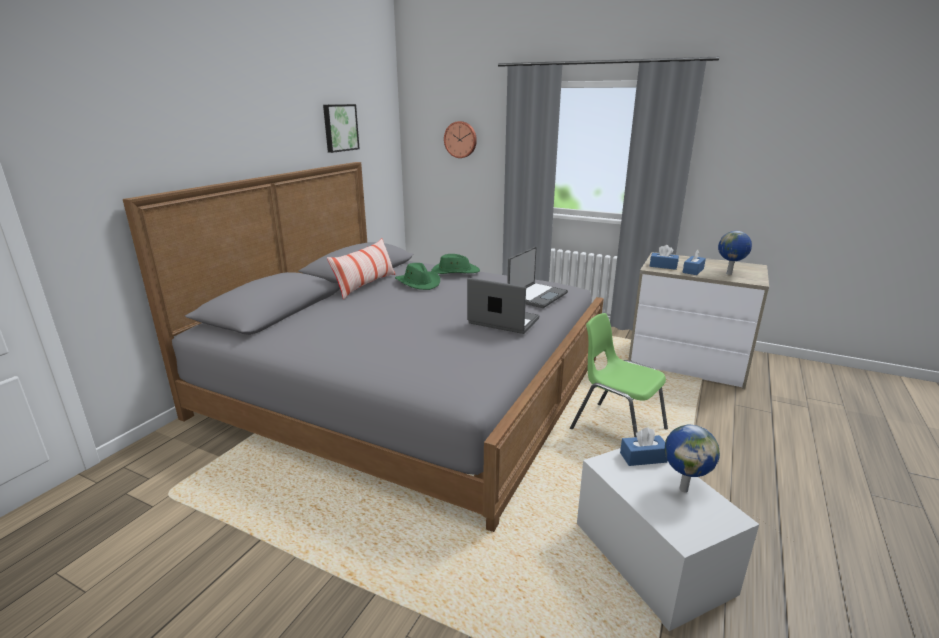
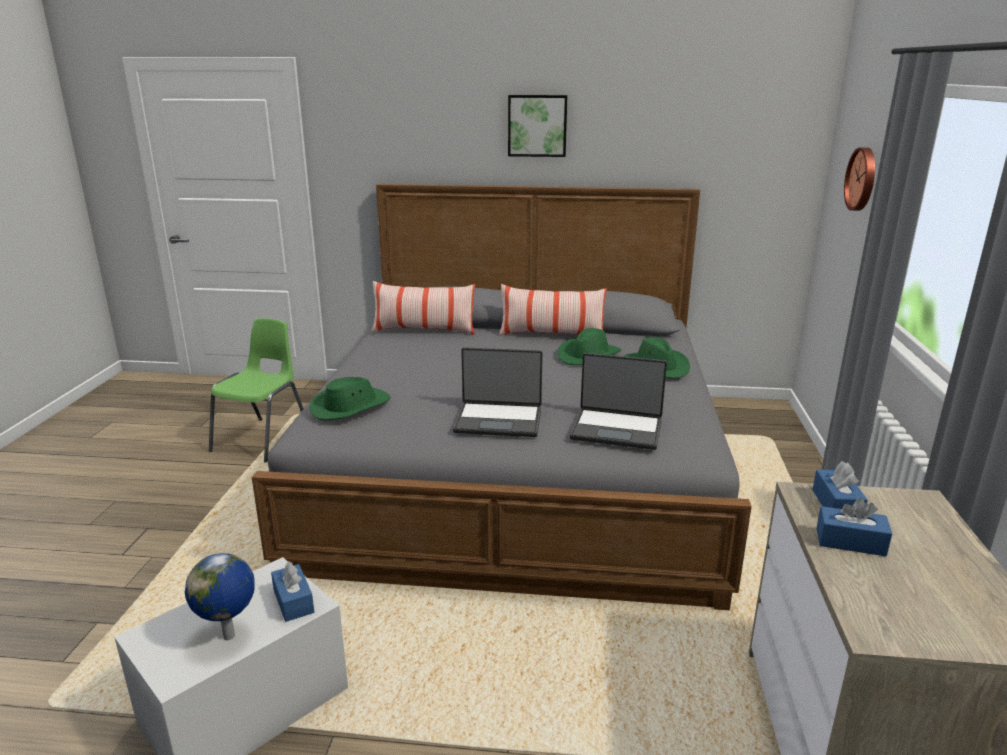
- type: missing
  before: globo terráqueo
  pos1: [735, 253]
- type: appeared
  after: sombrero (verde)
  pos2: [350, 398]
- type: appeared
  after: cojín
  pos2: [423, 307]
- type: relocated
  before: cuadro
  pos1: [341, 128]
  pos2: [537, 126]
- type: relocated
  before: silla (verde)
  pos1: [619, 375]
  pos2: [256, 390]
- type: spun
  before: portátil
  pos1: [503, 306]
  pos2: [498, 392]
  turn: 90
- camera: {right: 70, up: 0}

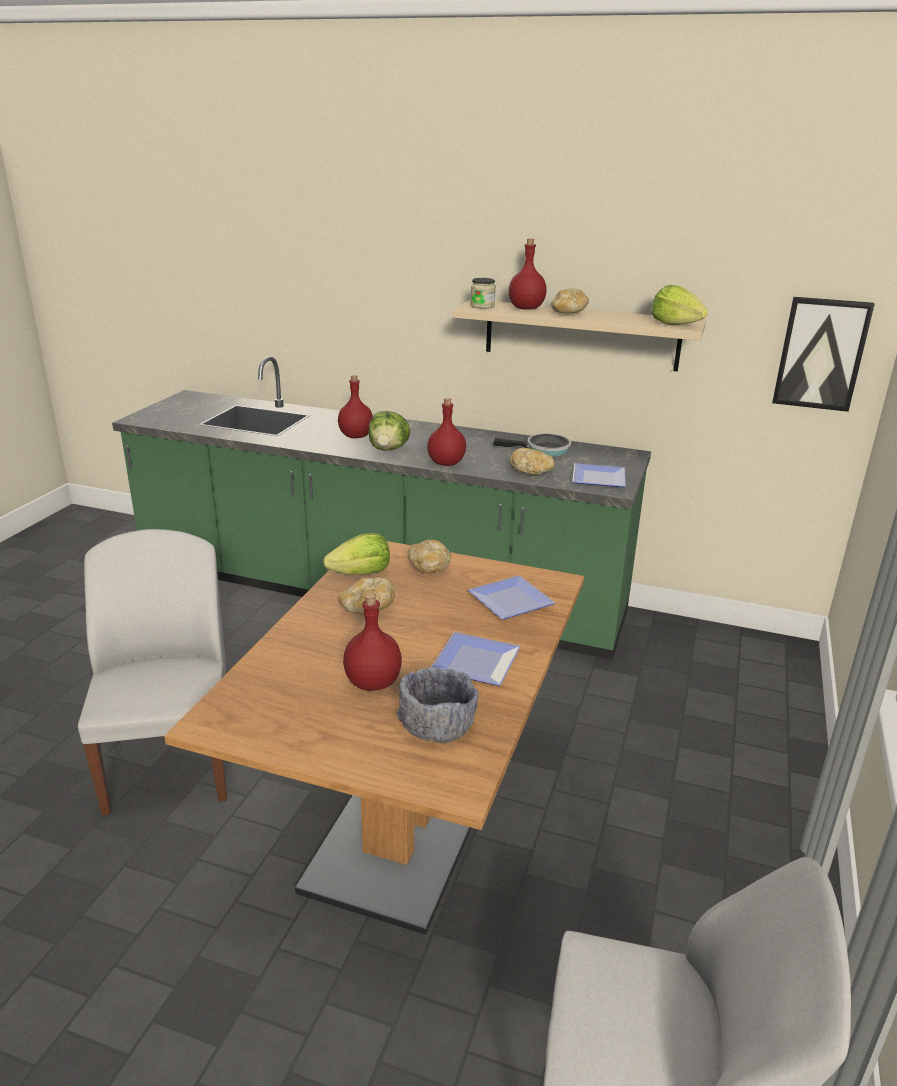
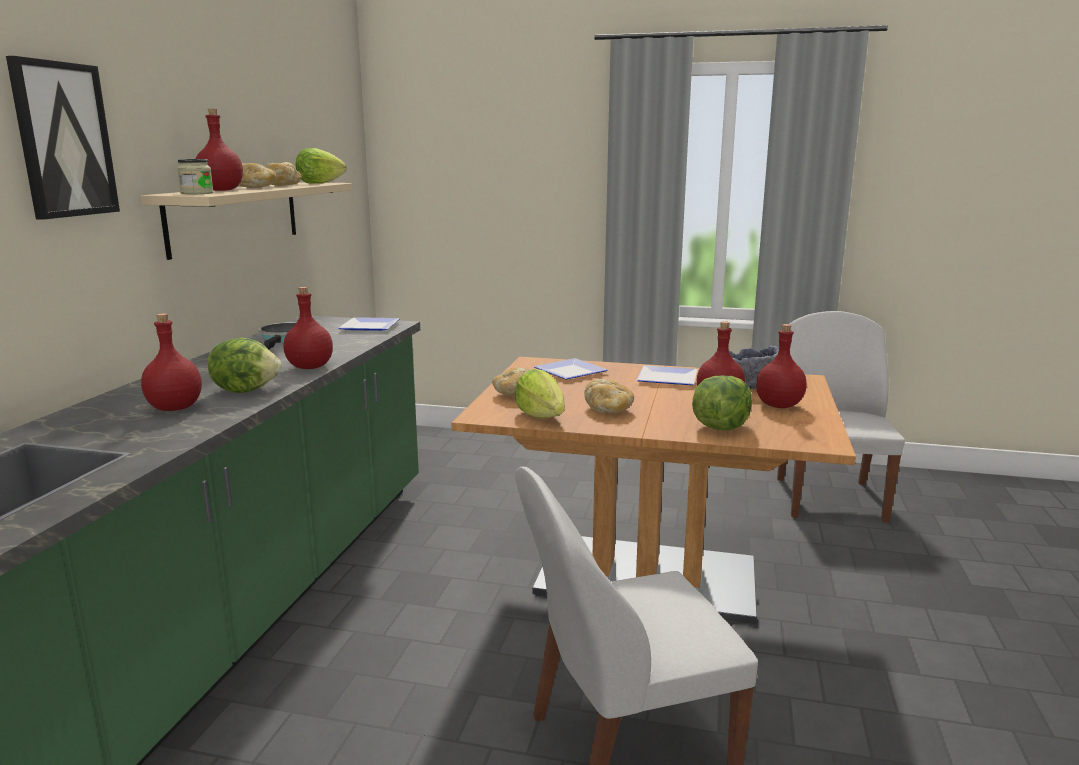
- type: appeared
  after: lechuga
  pos2: [722, 403]
- type: appeared
  after: botella (rojo)
  pos2: [781, 366]
- type: relocated
  before: pan
  pos1: [532, 461]
  pos2: [283, 174]
- type: relocated
  before: cuadro
  pos1: [823, 354]
  pos2: [63, 138]
- camera: {right: -95, up: -10}

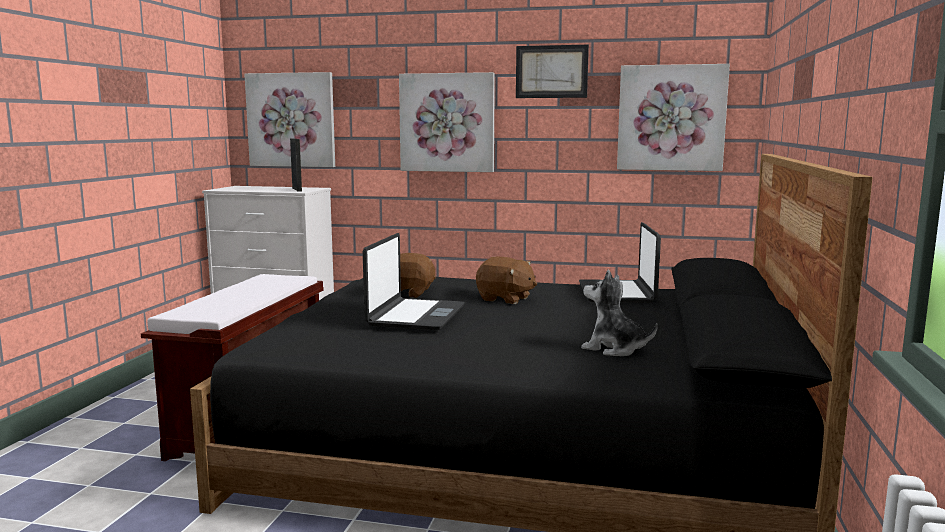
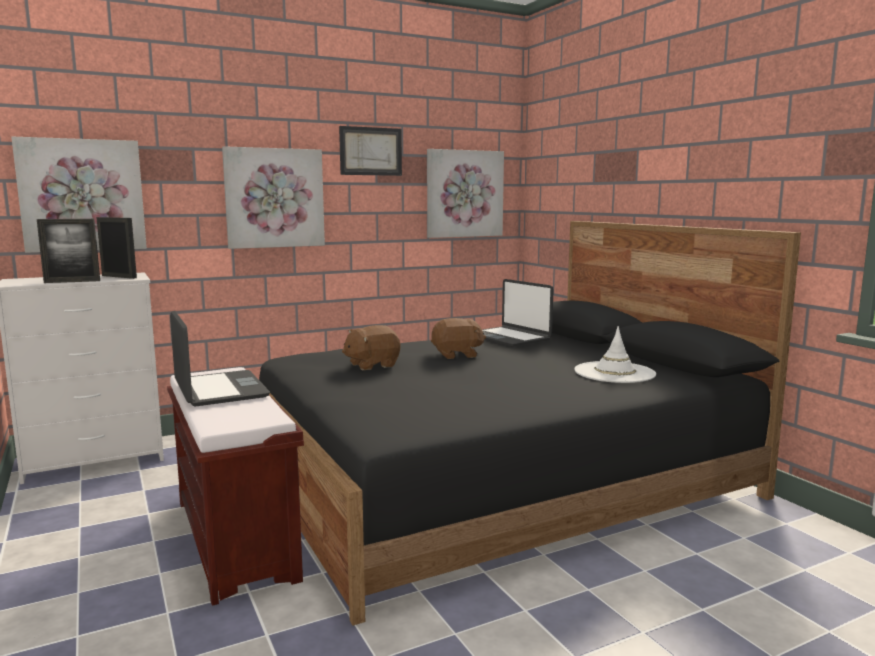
- type: appeared
  after: portarretratos
  pos2: [68, 251]
- type: relocated
  before: portátil
  pos1: [414, 281]
  pos2: [220, 359]
- type: exchanged
  before: peluche
  after: sombrero (blanco)
  pos1: [619, 313]
  pos2: [615, 354]
- camera: {right: -40, up: 0}

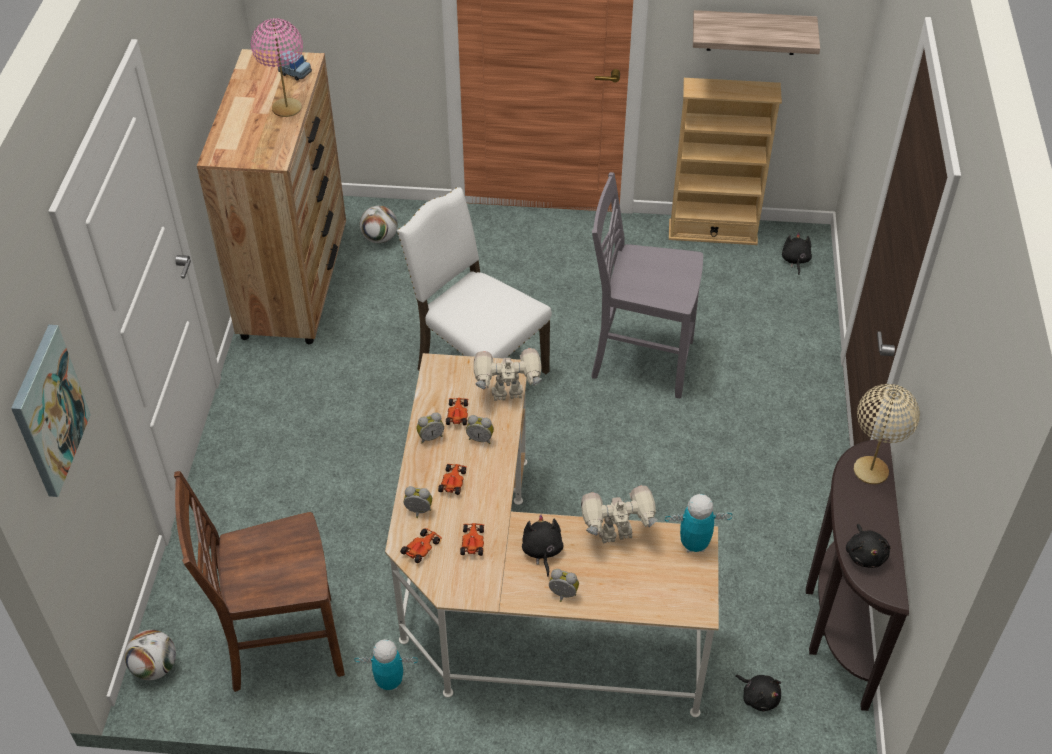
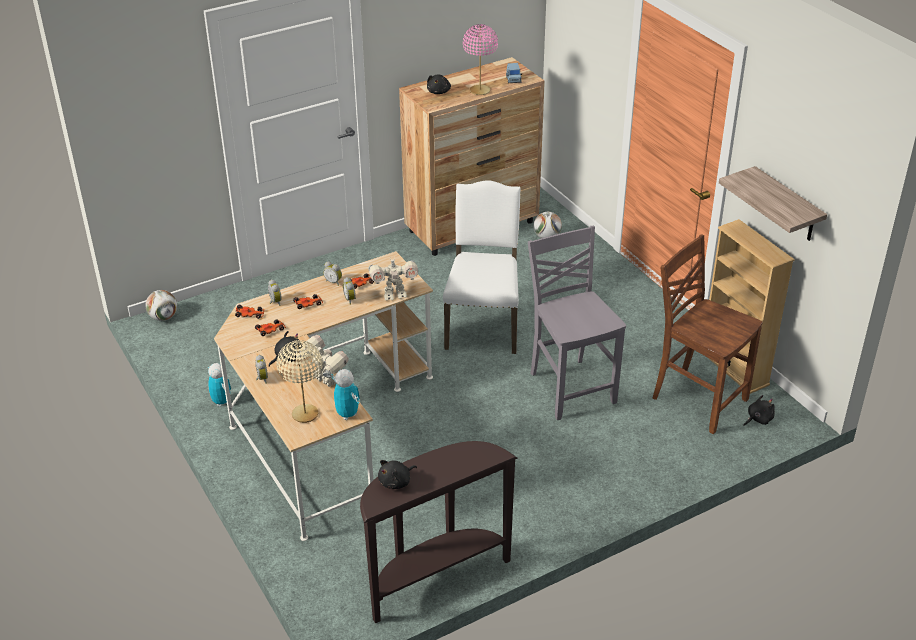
- type: missing
  before: cuadro
  pos1: [51, 411]
- type: relocated
  before: silla (marrón)
  pos1: [259, 581]
  pos2: [707, 334]
- type: relocated
  before: peluche (negro)
  pos1: [758, 693]
  pos2: [439, 84]
- type: relocated
  before: lámpara de mesa (beis)
  pos1: [887, 434]
  pos2: [299, 381]
- type: spun
  before: robot de juguete
  pos1: [508, 374]
  pos2: [393, 278]
  turn: 120
- camera: {right: 55, up: -10}

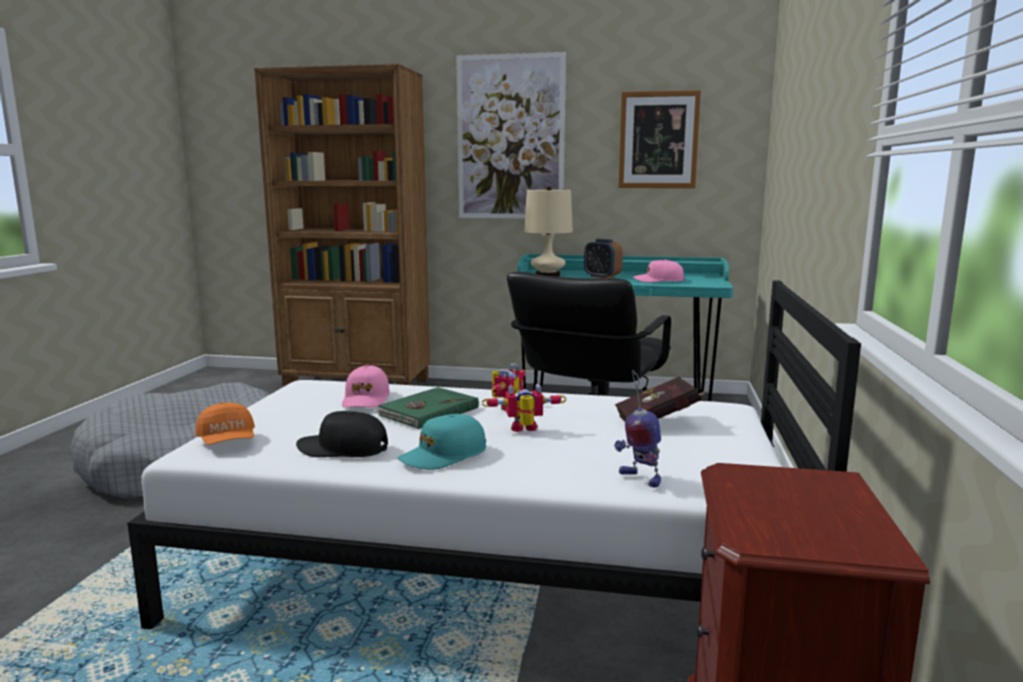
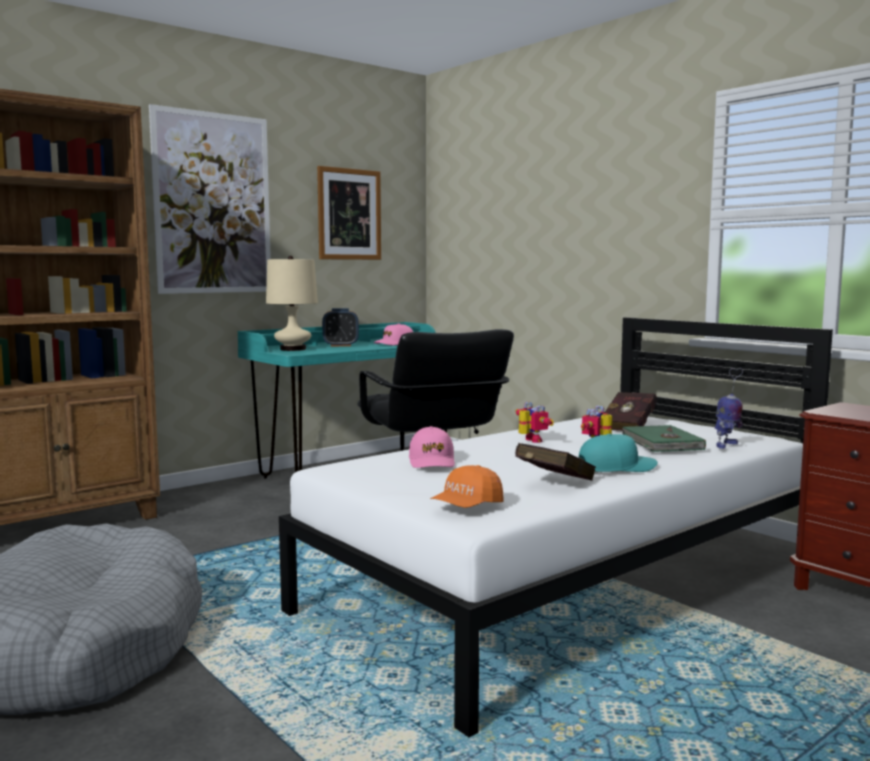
- type: relocated
  before: libro (verde)
  pos1: [426, 408]
  pos2: [664, 438]
- type: exchanged
  before: gorra (negro)
  after: libro (rojo)
  pos1: [342, 434]
  pos2: [555, 462]
- type: spun
  before: gorra (naranja)
  pos1: [225, 423]
  pos2: [466, 486]
  turn: 120
- type: spun
  before: gorra (rosa)
  pos1: [366, 386]
  pos2: [432, 447]
  turn: 45
- type: spun
  before: gorra (turquesa)
  pos1: [441, 442]
  pos2: [618, 453]
  turn: -105
- type: spun
  before: robot de juguete
  pos1: [637, 428]
  pos2: [729, 408]
  turn: -45
- camera: {right: -50, up: -5}

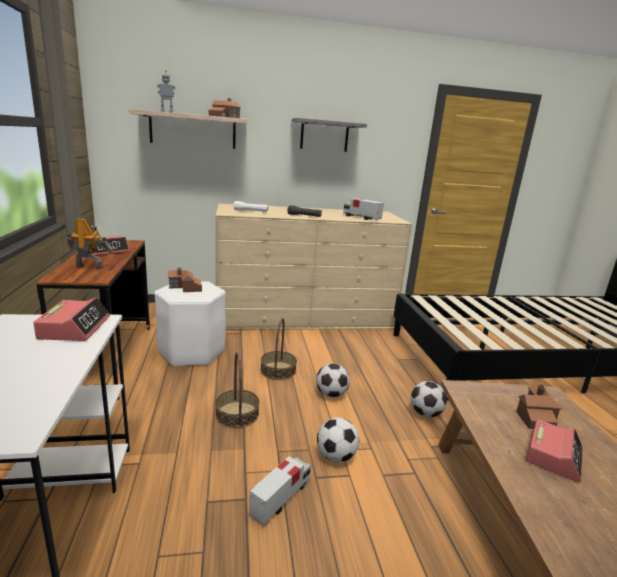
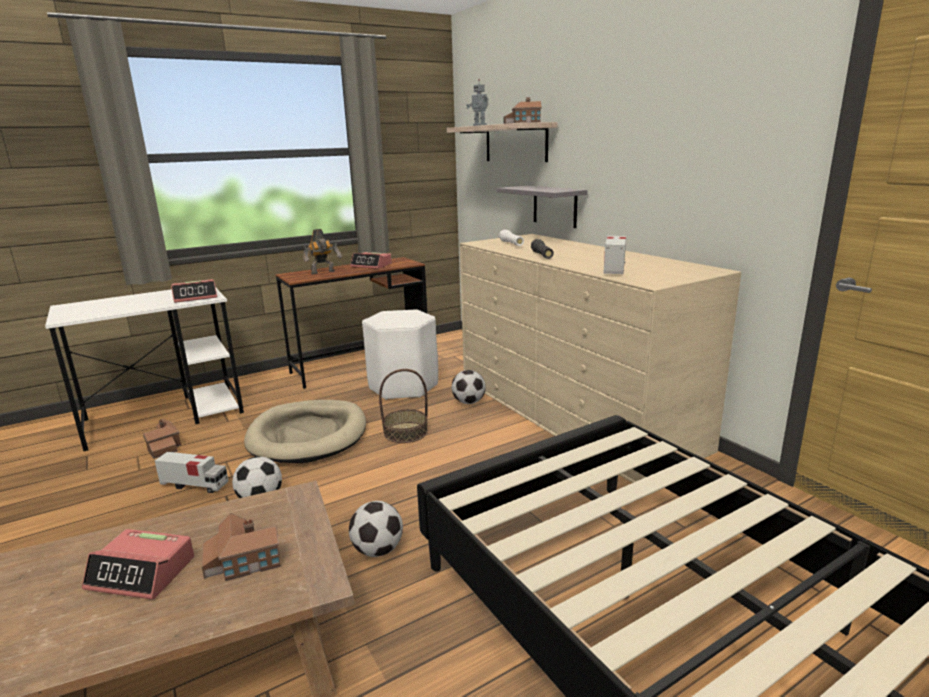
- type: relocated
  before: casita
  pos1: [185, 280]
  pos2: [162, 438]
- type: relocated
  before: estante (gris)
  pos1: [329, 135]
  pos2: [542, 207]
- type: relocated
  before: balón de fútbol
  pos1: [333, 380]
  pos2: [469, 387]
- type: exchanged
  before: cesta
  after: cama para perro (beis)
  pos1: [237, 390]
  pos2: [305, 431]
- type: spun
  before: robot de juguete
  pos1: [90, 243]
  pos2: [322, 251]
  turn: 75
- camera: {right: 70, up: 0}

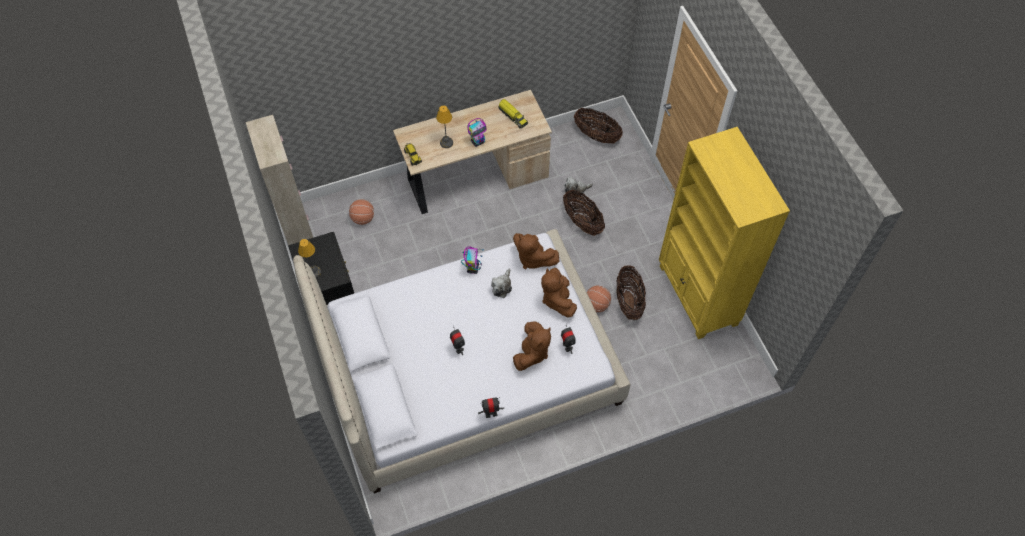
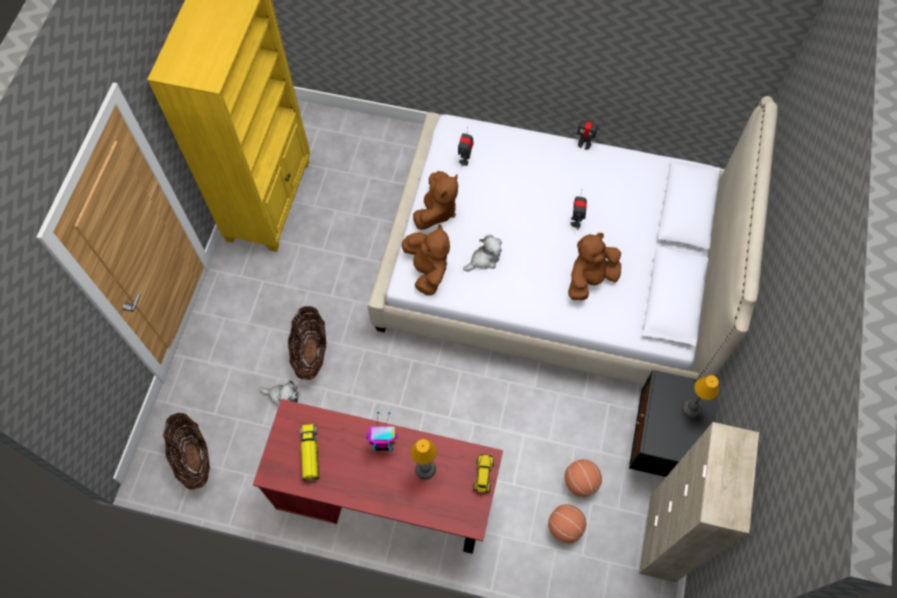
- type: missing
  before: robot de juguete
  pos1: [472, 260]
- type: missing
  before: cesta
  pos1: [631, 293]
- type: relocated
  before: peluche (marrón)
  pos1: [532, 346]
  pos2: [594, 266]
- type: relocated
  before: balón de baloncesto
  pos1: [599, 299]
  pos2: [583, 478]
- type: colour
  before: escritorio (beis)
  after: escritorio (rojo)
  pos1: [472, 152]
  pos2: [378, 476]
- camera: {right: -145, up: 5}

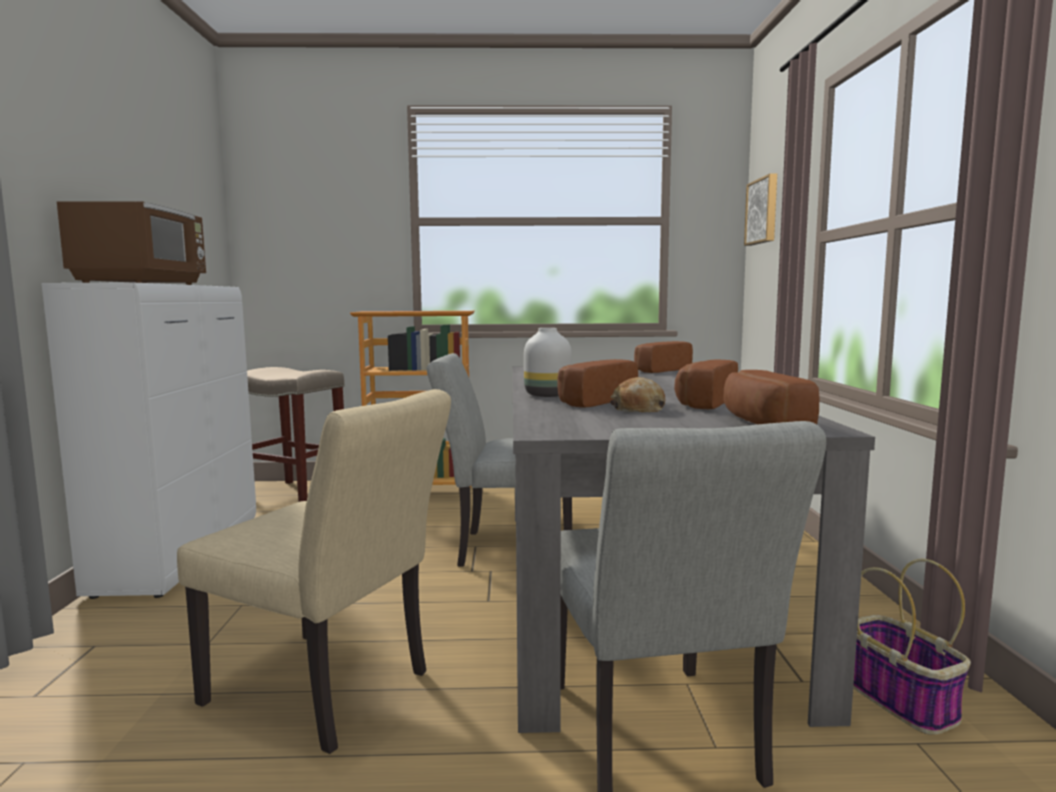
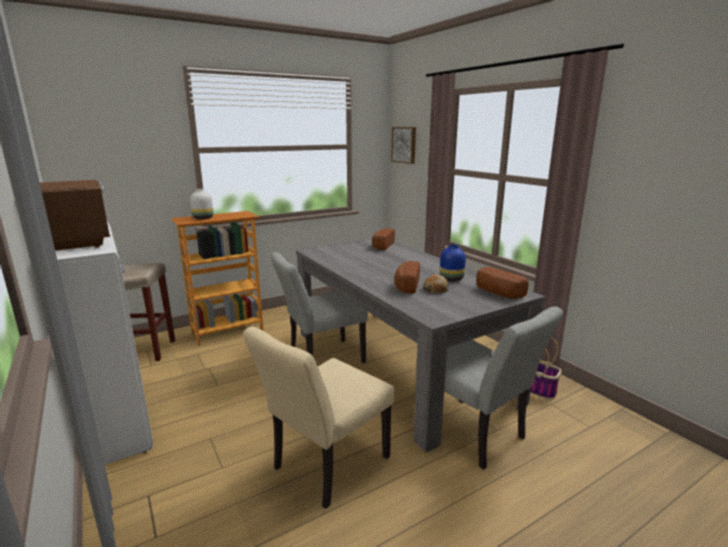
- type: relocated
  before: florero (blanco)
  pos1: [548, 362]
  pos2: [201, 204]
- type: exchanged
  before: pan
  after: florero (azul)
  pos1: [706, 384]
  pos2: [453, 262]
- type: spun
  before: silla (beis)
  pos1: [314, 571]
  pos2: [318, 417]
  turn: 135
- camera: {right: -30, up: 10}

